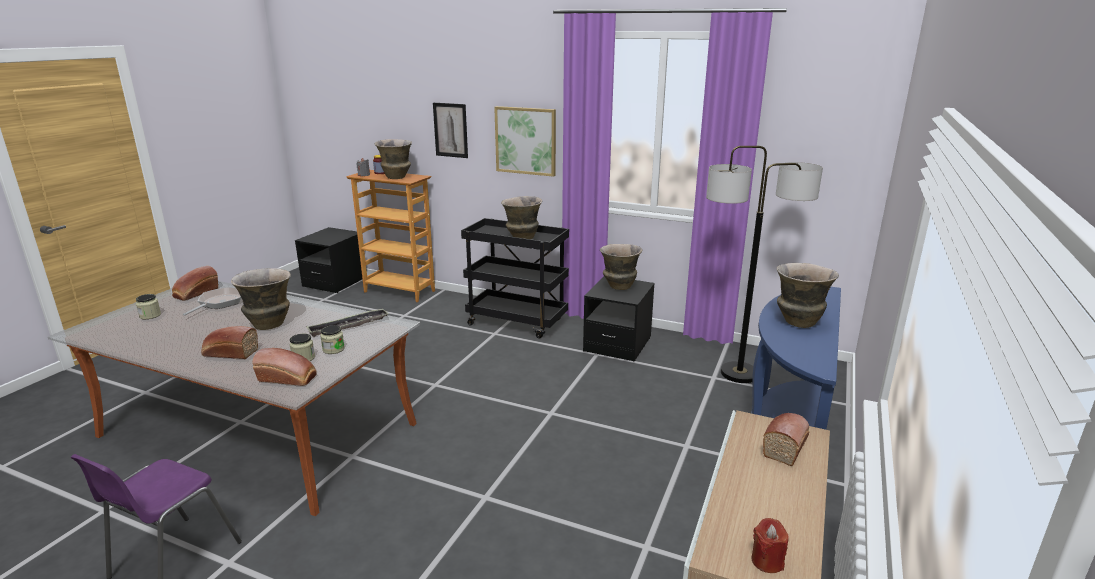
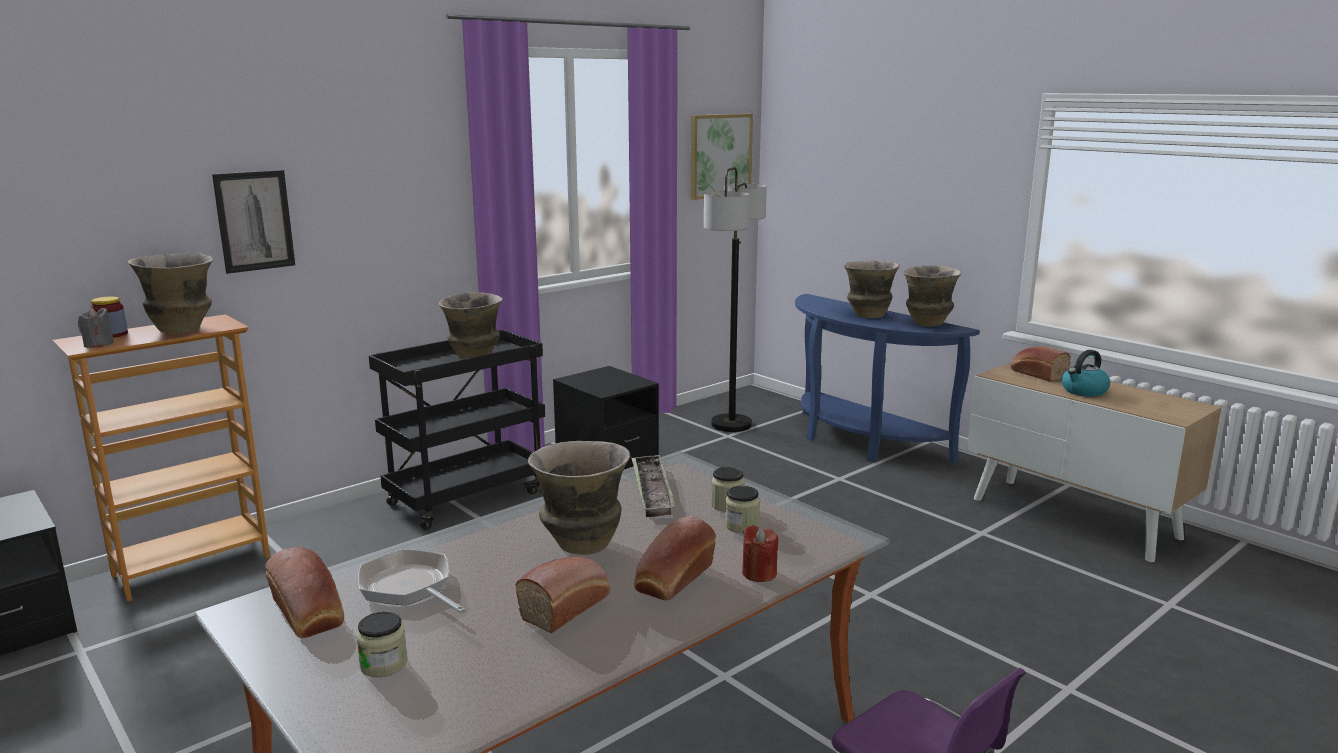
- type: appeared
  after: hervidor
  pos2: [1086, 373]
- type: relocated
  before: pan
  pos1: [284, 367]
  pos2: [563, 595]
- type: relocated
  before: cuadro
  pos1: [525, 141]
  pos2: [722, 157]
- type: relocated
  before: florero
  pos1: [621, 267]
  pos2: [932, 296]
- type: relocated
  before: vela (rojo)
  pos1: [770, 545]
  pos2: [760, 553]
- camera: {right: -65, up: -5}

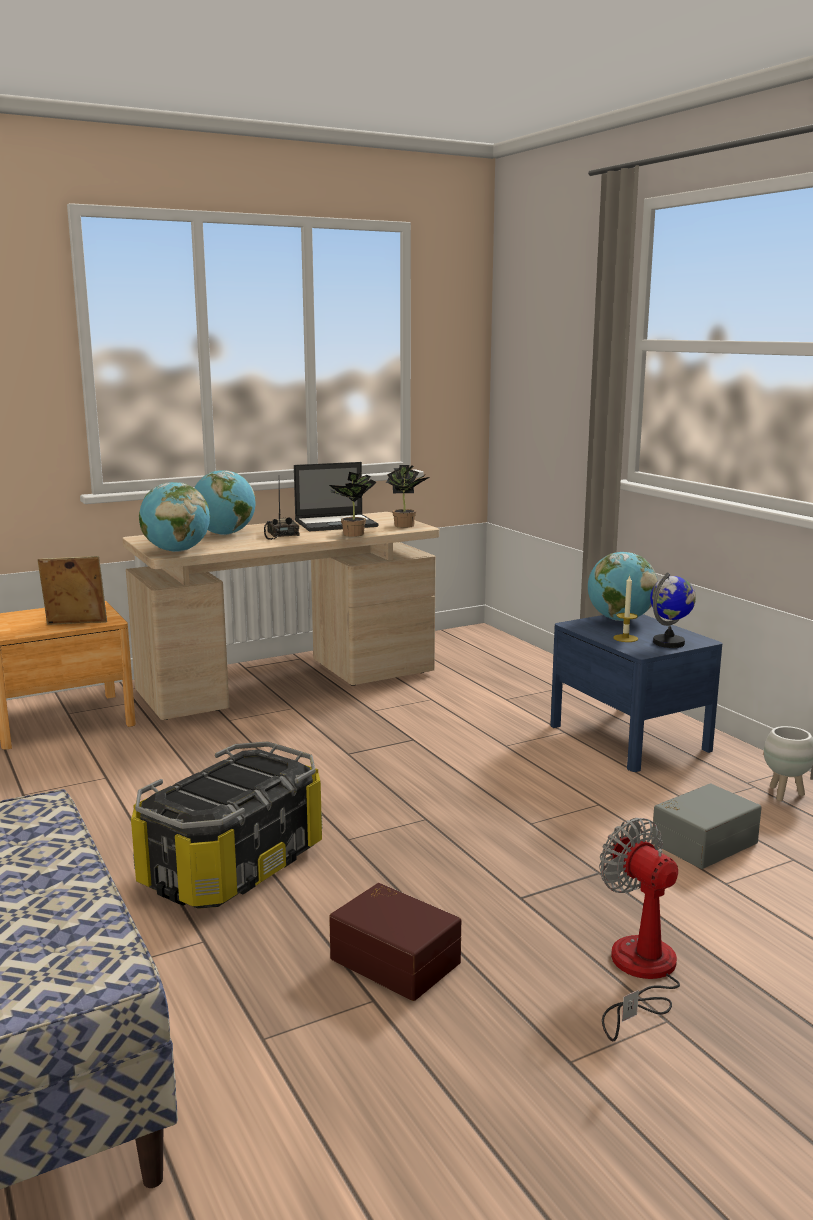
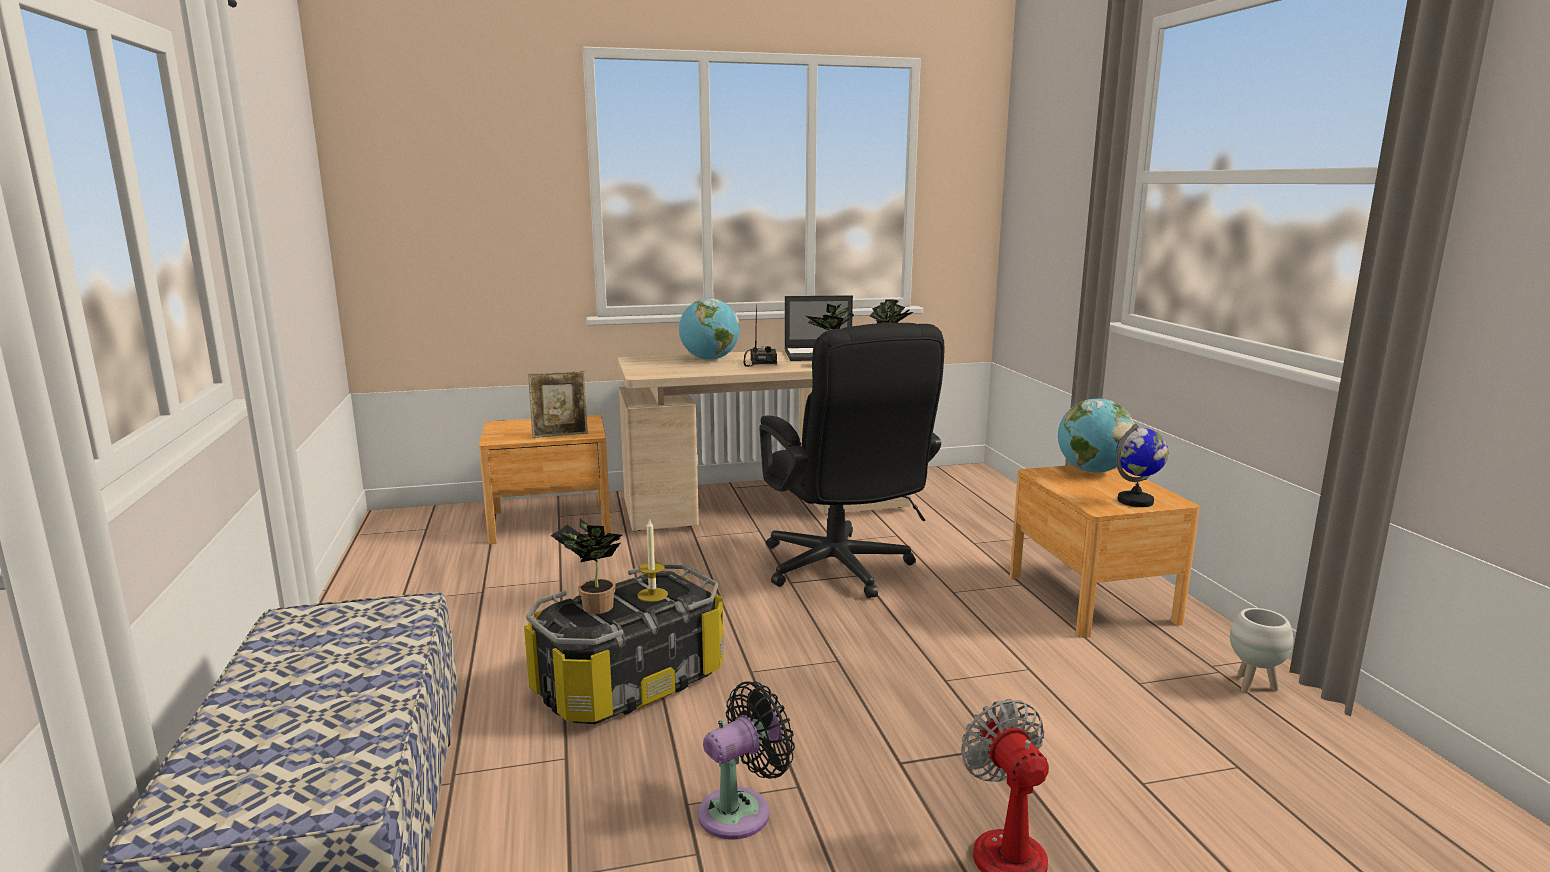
- type: missing
  before: globo terráqueo
  pos1: [174, 517]
- type: missing
  before: caja de almacenaje (gris)
  pos1: [707, 826]
- type: appeared
  after: planta en maceta
  pos2: [586, 566]
- type: appeared
  after: silla de oficina (negro)
  pos2: [851, 460]
- type: relocated
  before: vela
  pos1: [625, 608]
  pos2: [652, 560]
- type: exchanged
  before: caja de almacenaje (marrón)
  after: ventilador (negro)
  pos1: [395, 942]
  pos2: [746, 760]
- type: colour
  before: mesita de noche (azul)
  after: mesita de noche (marrón)
  pos1: [636, 693]
  pos2: [1105, 551]
- type: spun
  before: portarretratos
  pos1: [72, 590]
  pos2: [558, 404]
  turn: 150
- camera: {right: 15, up: 0}

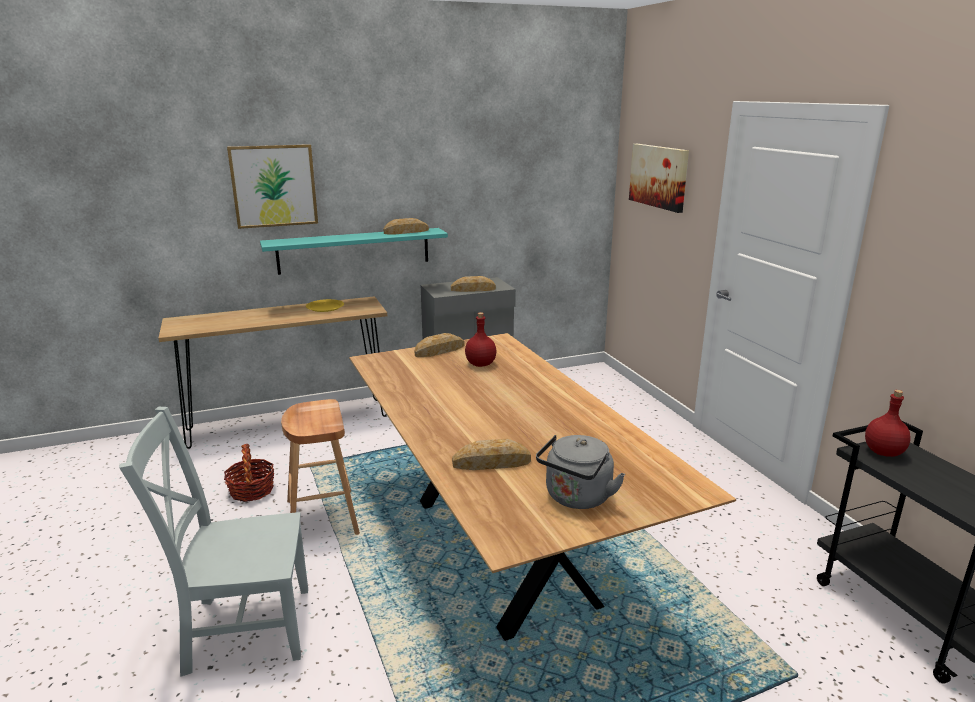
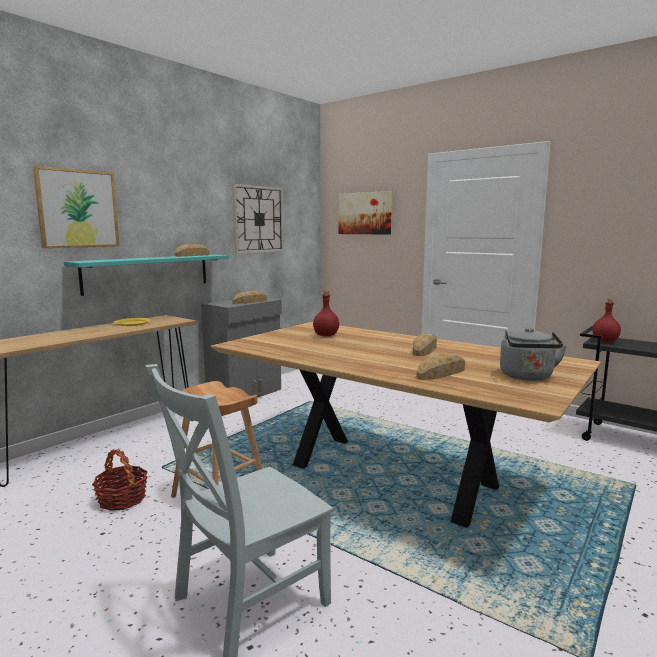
- type: appeared
  after: reloj de pared
  pos2: [258, 218]
- type: relocated
  before: pan
  pos1: [439, 345]
  pos2: [425, 344]
- camera: {right: -30, up: -10}

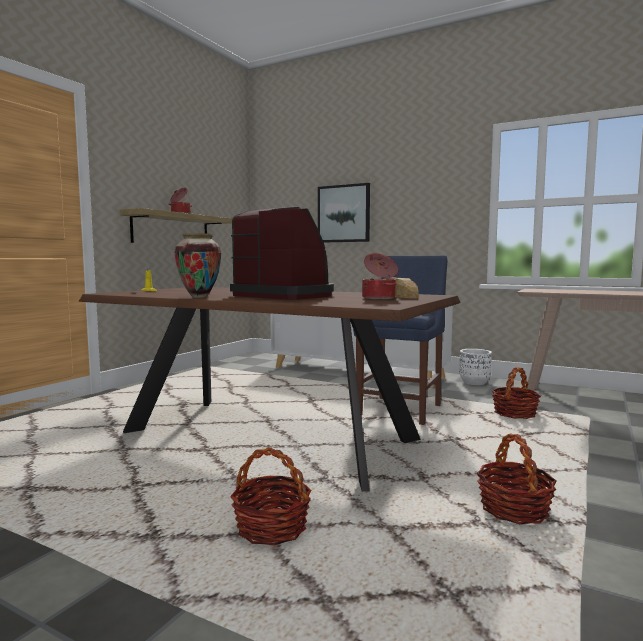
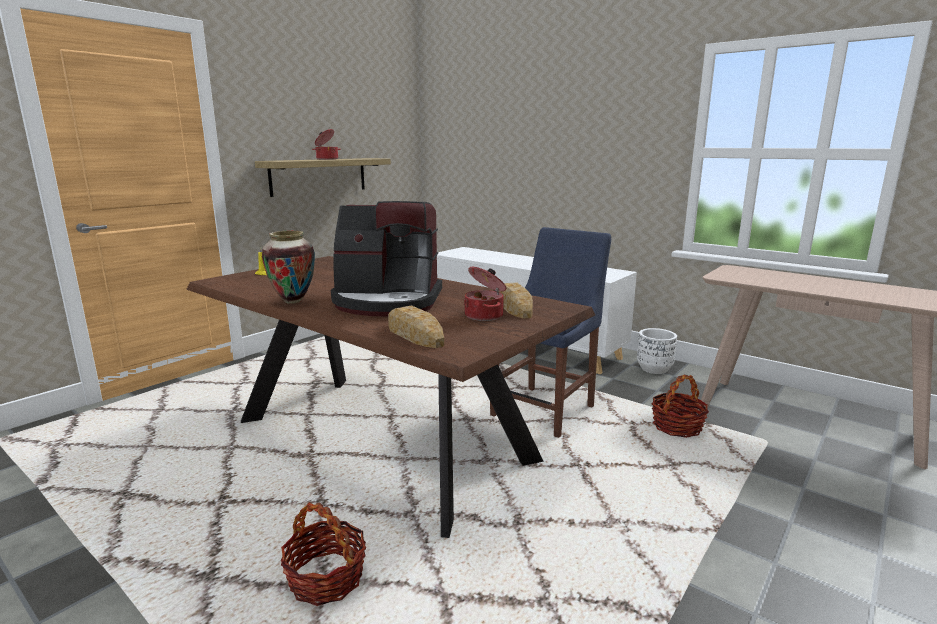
- type: missing
  before: cuadro
  pos1: [344, 212]
- type: missing
  before: cesta
  pos1: [517, 478]
- type: appeared
  after: pan
  pos2: [416, 327]
- type: spun
  before: cafetera
  pos1: [282, 253]
  pos2: [386, 259]
  turn: 135
- camera: {right: 10, up: 10}

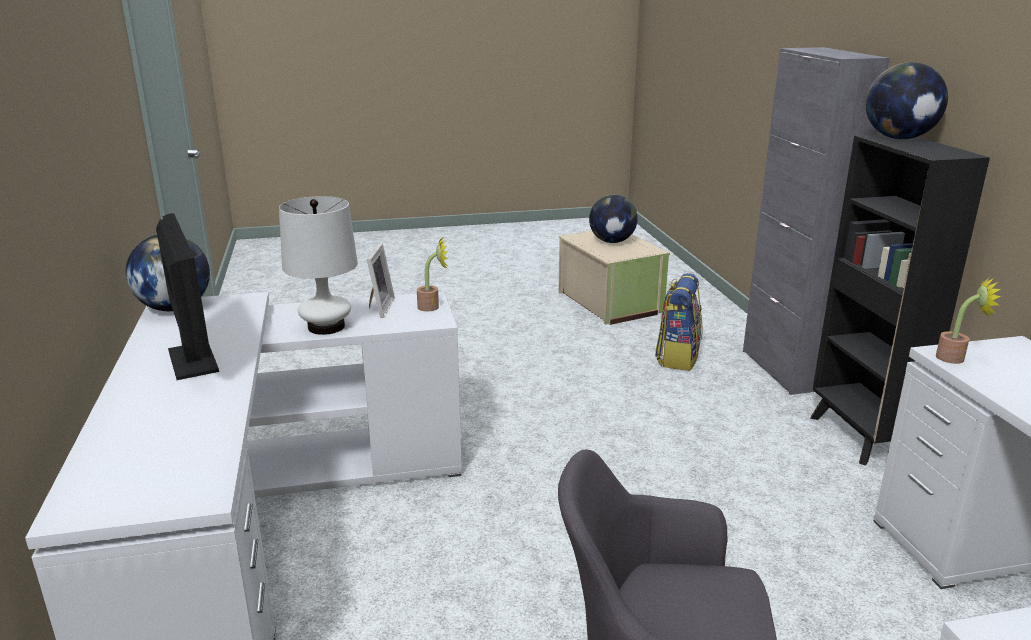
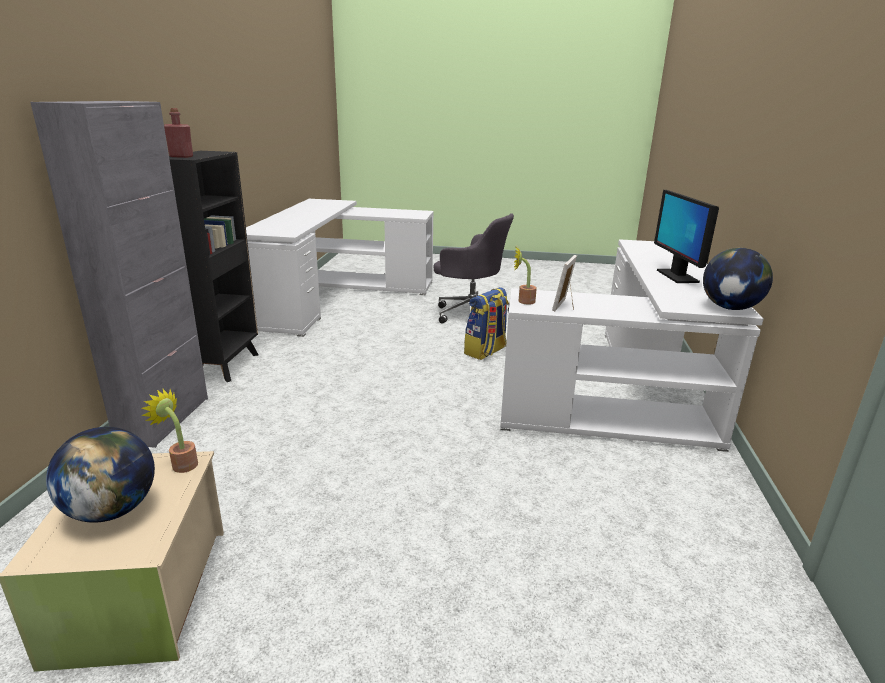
- type: missing
  before: lámpara de mesa (blanco)
  pos1: [318, 265]
- type: relocated
  before: mochila
  pos1: [679, 322]
  pos2: [486, 323]
- type: relocated
  before: planta en maceta
  pos1: [968, 320]
  pos2: [169, 431]
- type: exchanged
  before: globo terráqueo
  after: botella (rojo)
  pos1: [907, 100]
  pos2: [178, 133]
- camera: {right: -160, up: 0}

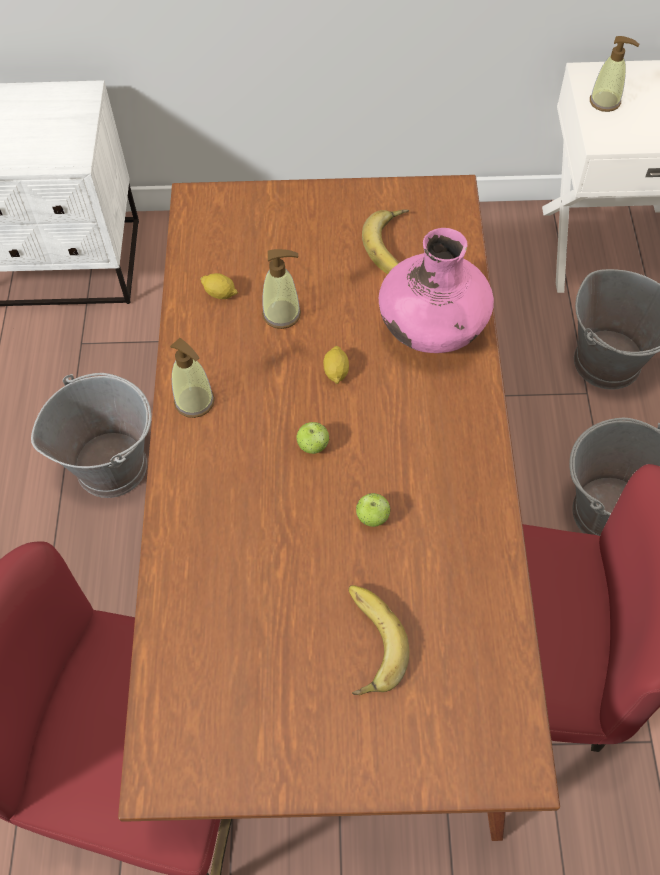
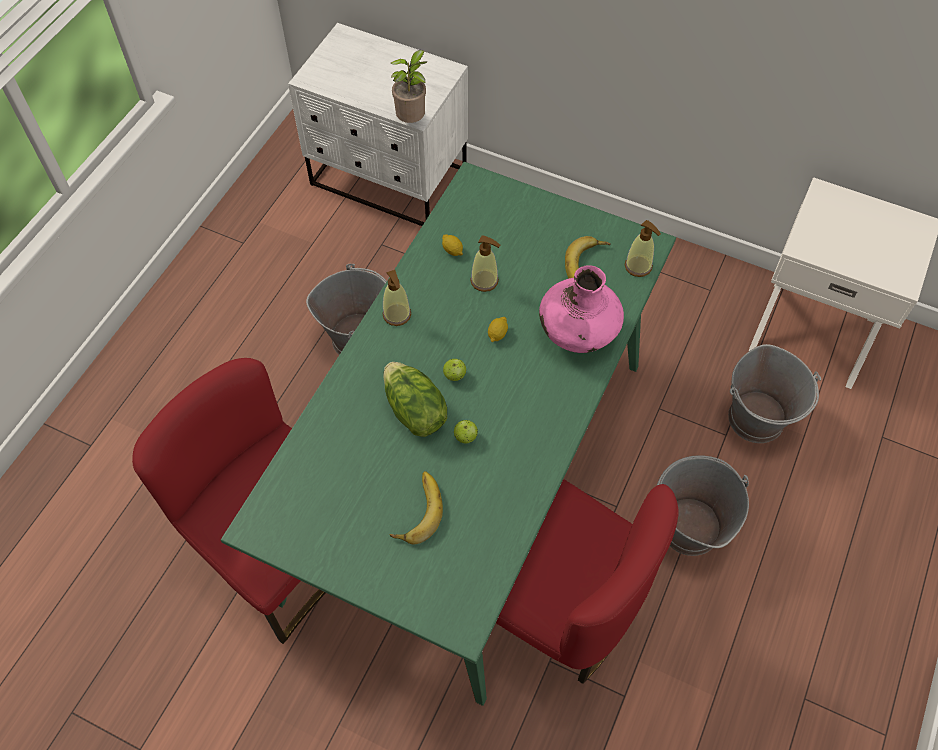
- type: appeared
  after: lechuga
  pos2: [415, 399]
- type: appeared
  after: planta en maceta
  pos2: [409, 86]
- type: relocated
  before: dispensador de jabón
  pos1: [614, 74]
  pos2: [643, 248]
- type: colour
  before: mesa de comedor (marrón)
  after: mesa de comedor (verde)
  pos1: [339, 508]
  pos2: [448, 434]
- camera: {right: 25, up: 0}

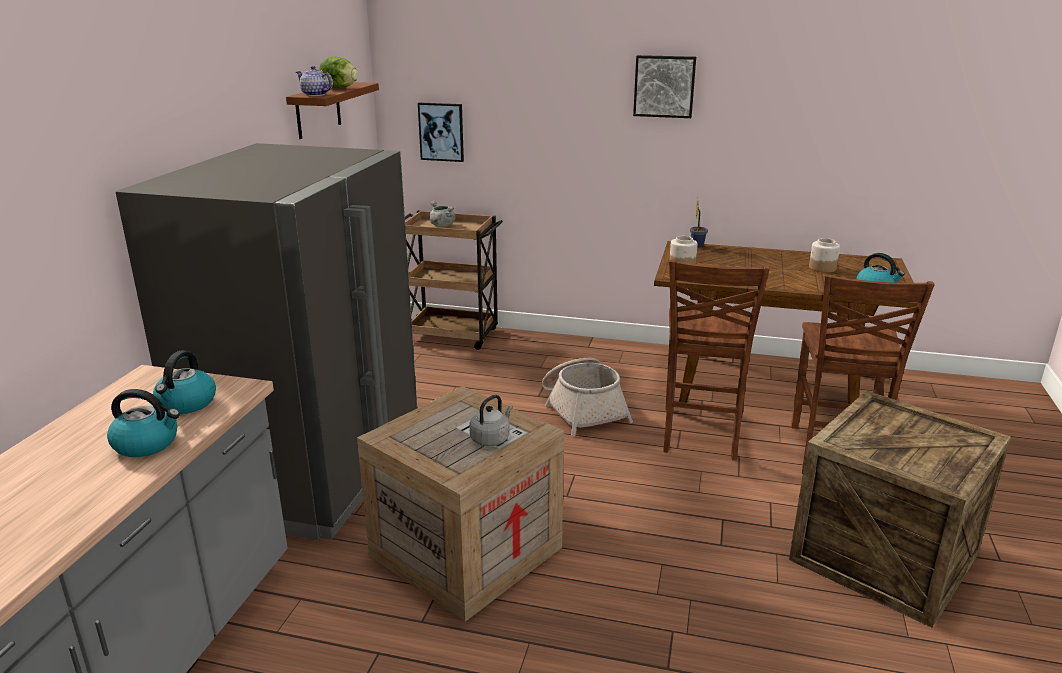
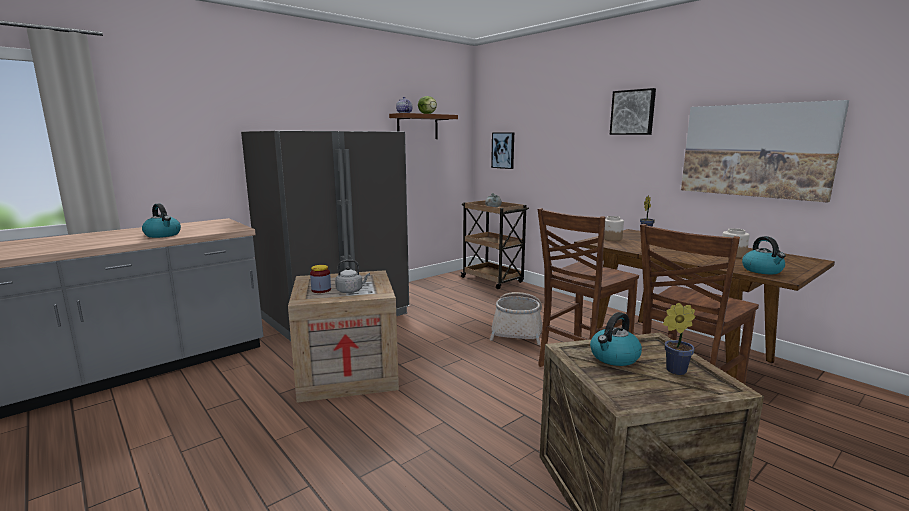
- type: appeared
  after: tarro
  pos2: [320, 279]
- type: appeared
  after: planta en maceta
  pos2: [679, 339]
- type: appeared
  after: cuadro
  pos2: [765, 151]
- type: relocated
  before: hervidor
  pos1: [184, 382]
  pos2: [616, 339]
- camera: {right: 35, up: -10}

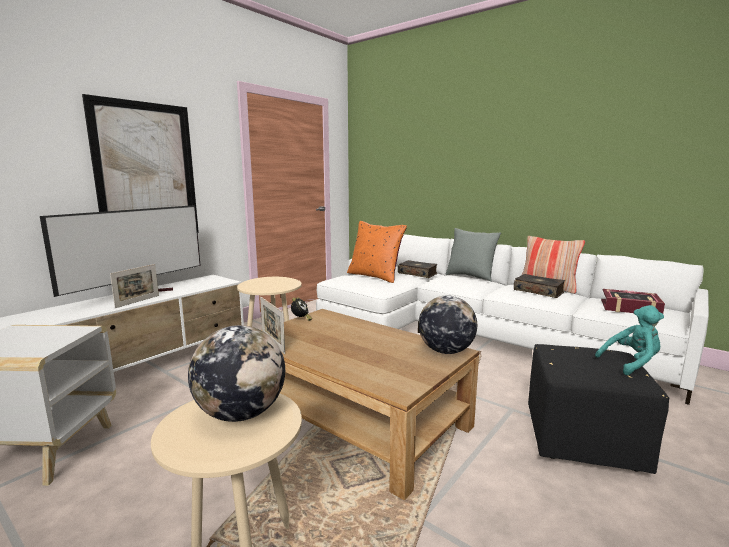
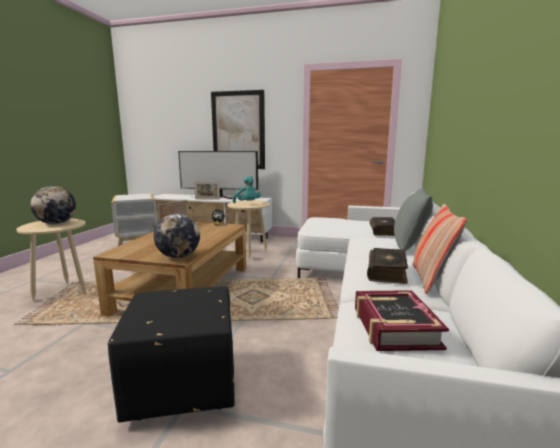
- type: missing
  before: cojín (naranja)
  pos1: [377, 252]
- type: relocated
  before: peluche (turquesa)
  pos1: [629, 340]
  pos2: [247, 189]
- camera: {right: 65, up: 0}

